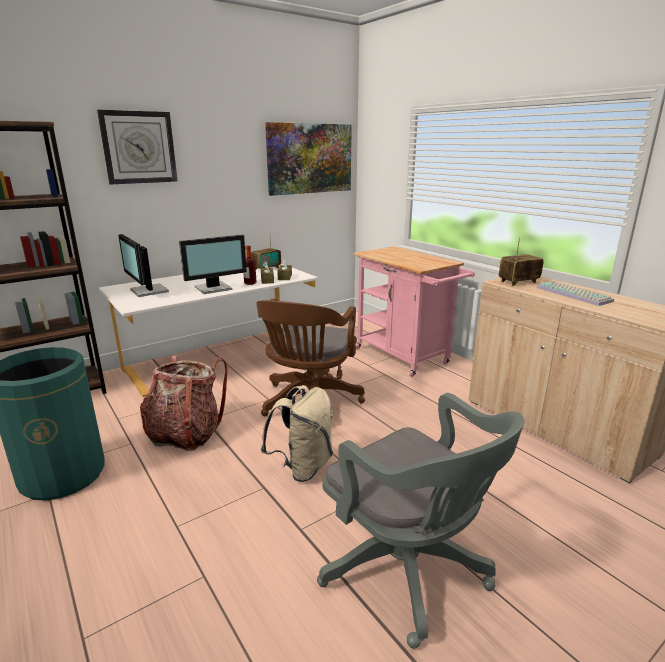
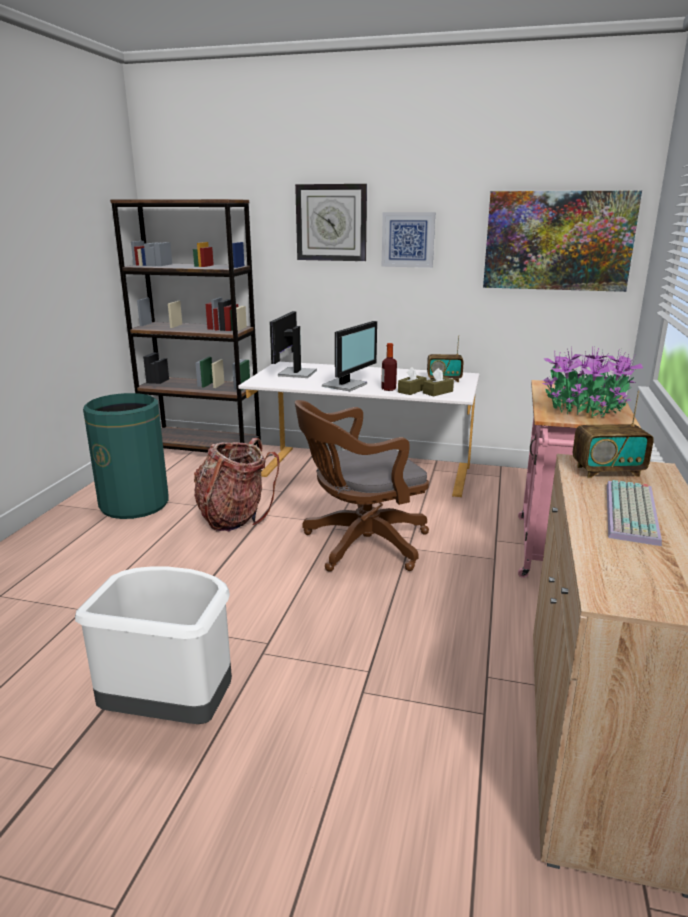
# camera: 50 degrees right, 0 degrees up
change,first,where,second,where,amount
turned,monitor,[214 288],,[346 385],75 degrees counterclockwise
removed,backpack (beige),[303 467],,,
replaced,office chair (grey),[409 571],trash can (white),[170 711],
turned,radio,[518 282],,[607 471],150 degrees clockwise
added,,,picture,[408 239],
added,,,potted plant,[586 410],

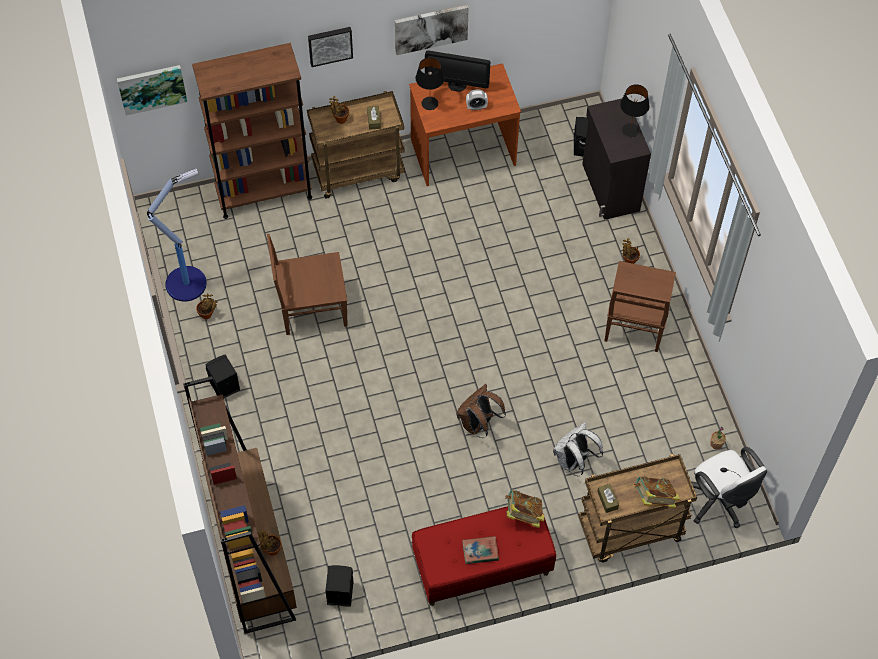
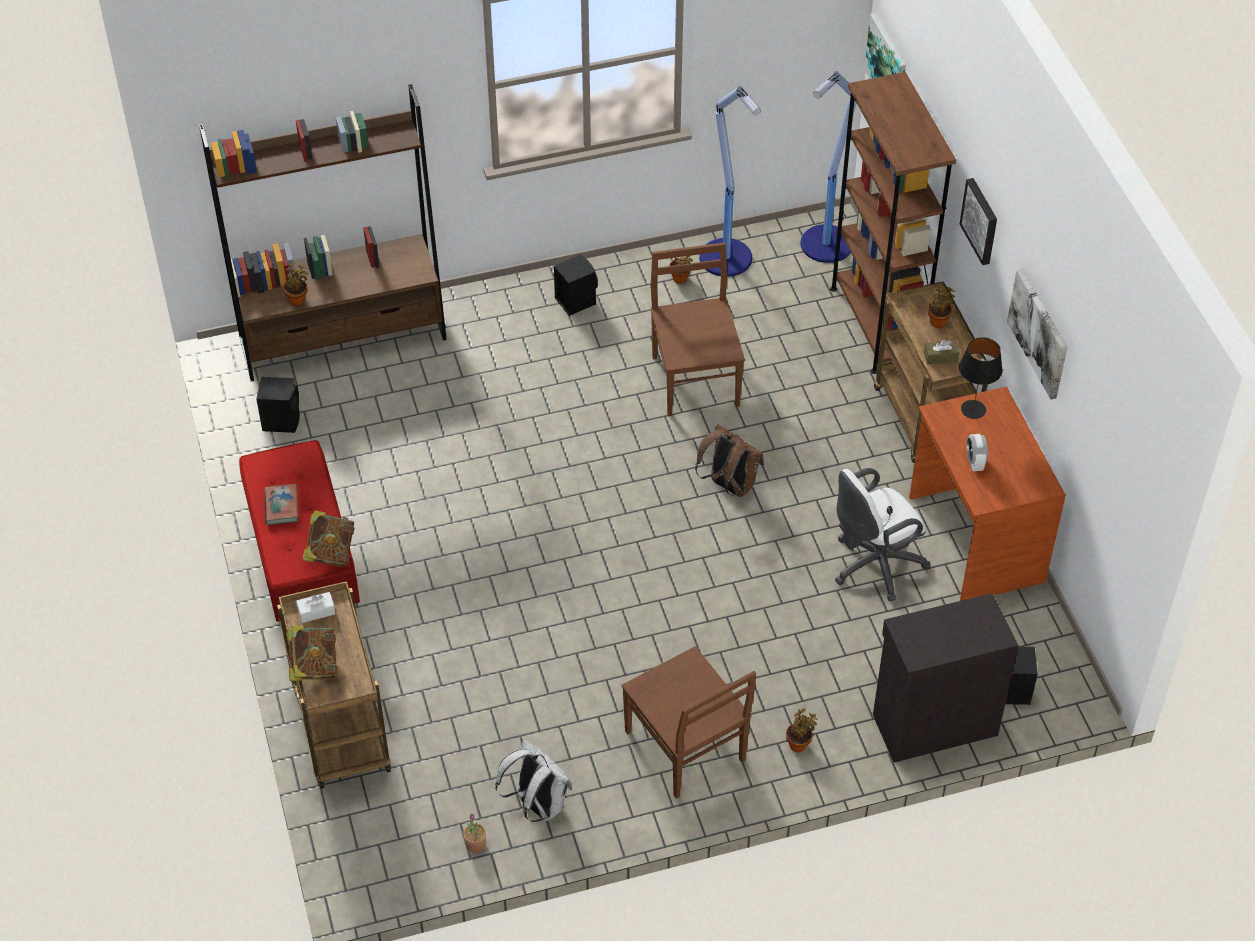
# camera: 90 degrees right, 10 degrees down
change,first,where,second,where,amount
removed,monitor,[457 85],,,
moved,backpack (brown),[478 424],,[729 485],
moved,backpack (white),[573 461],,[537 805],
recoloured,tissue box (brown),[607 500],tissue box (white),[316 611],
turned,chair (brown),[635 322],,[686 748],135 degrees counterclockwise
removed,table lamp (black),[630 130],,,
moved,office chair (white),[719 502],,[873 566],
added,,,floor lamp,[825 245],

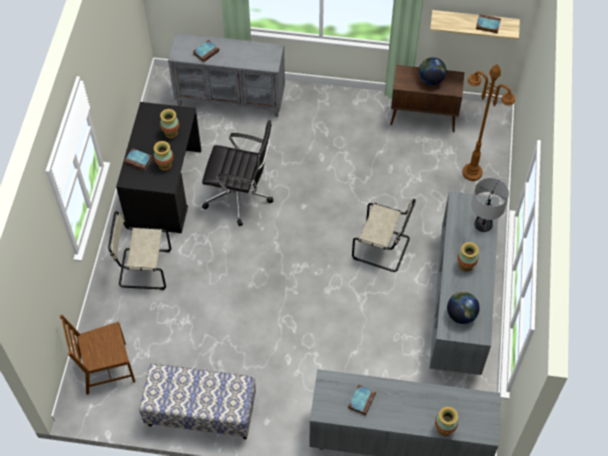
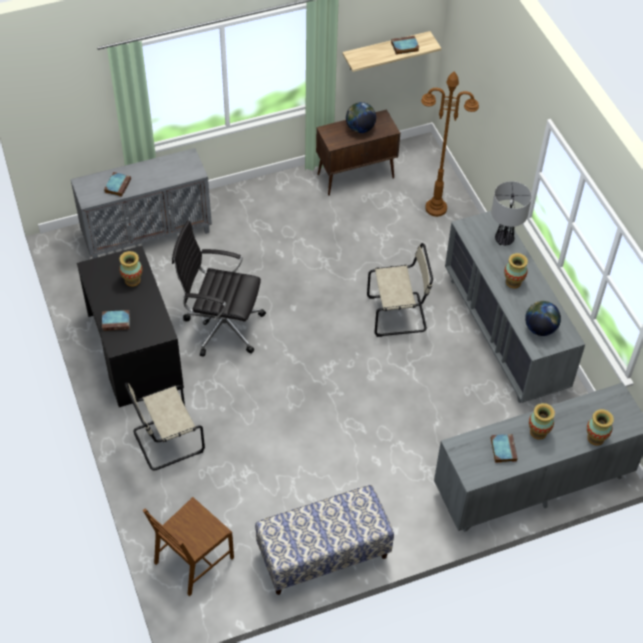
# camera: 30 degrees left, 5 degrees down
change,first,where,second,where,amount
moved,vase,[165 165],,[538 432],
turned,office chair (black),[240 196],,[221 326],150 degrees counterclockwise

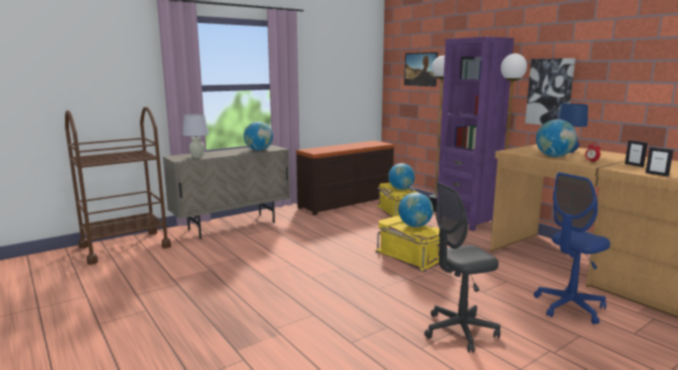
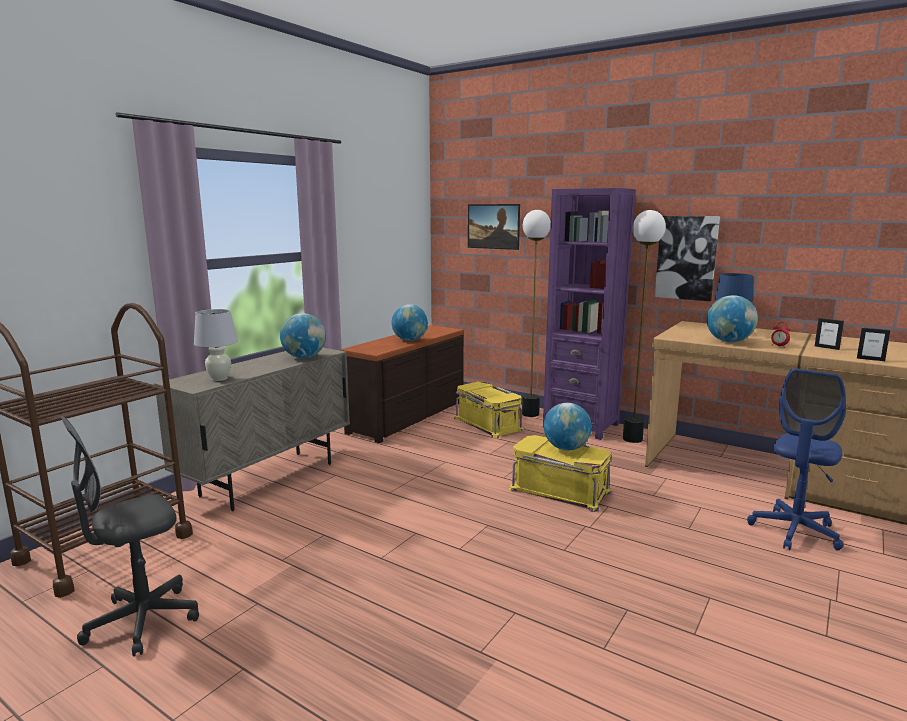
# camera: 20 degrees left, 0 degrees up
change,first,where,second,where,amount
moved,globe,[401 189],,[410 340],
moved,office chair (grey),[459 331],,[142 621],

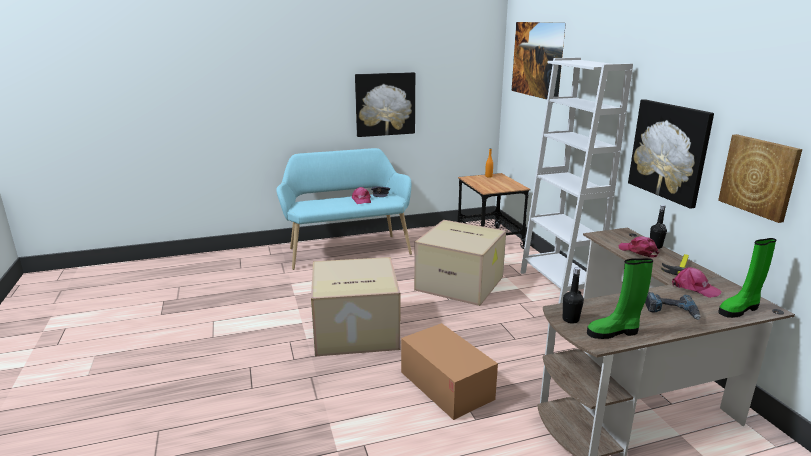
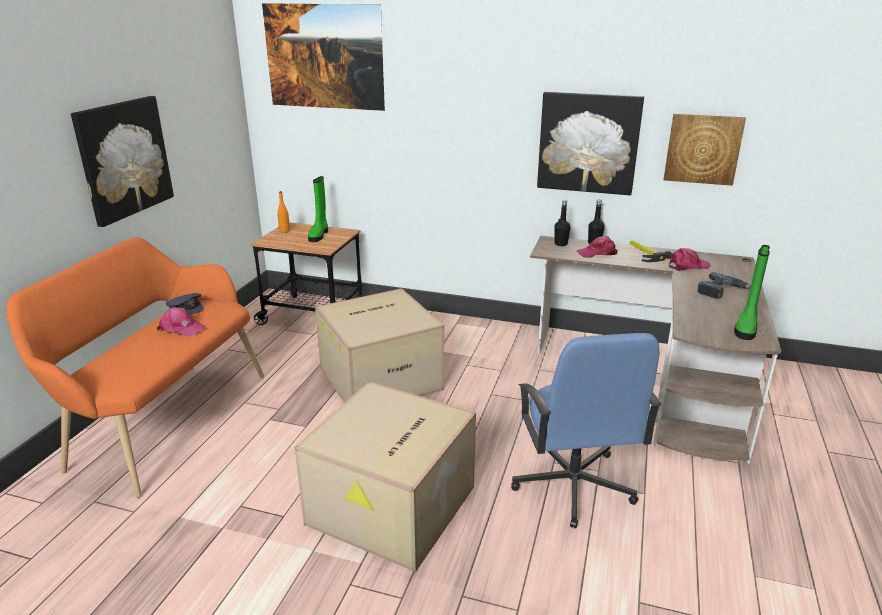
# camera: 55 degrees left, 5 degrees up
change,first,where,second,where,amount
recoloured,bench (turquoise),[347 250],bench (orange),[163 420],
replaced,cardboard box,[446 385],office chair (blue),[572 485],
removed,bookcase (white),[558 285],,,
moved,bottle (black),[570 319],,[561 244],
moved,boot (green),[739 310],,[319 235],

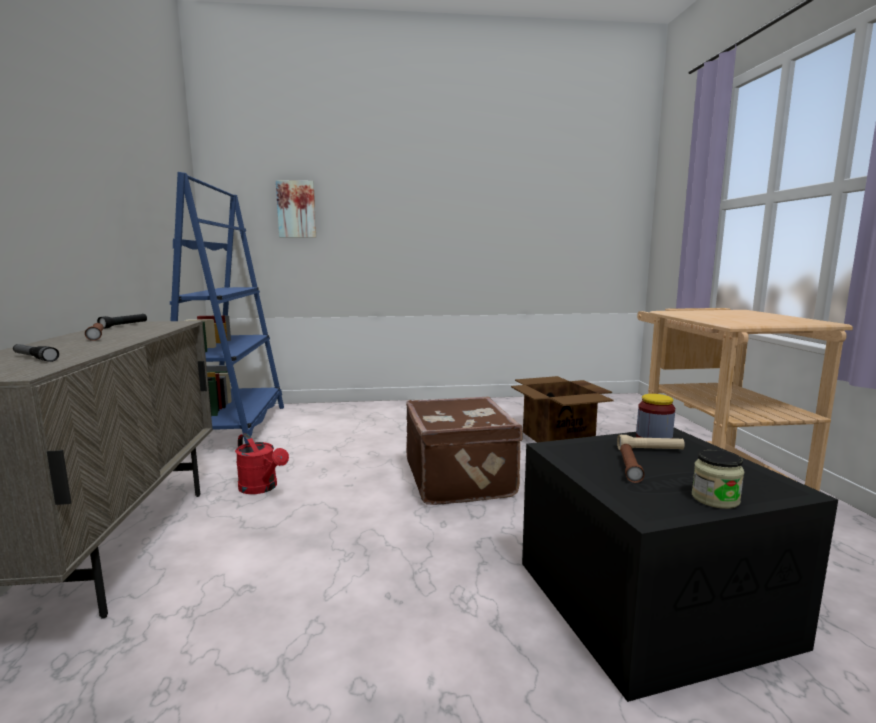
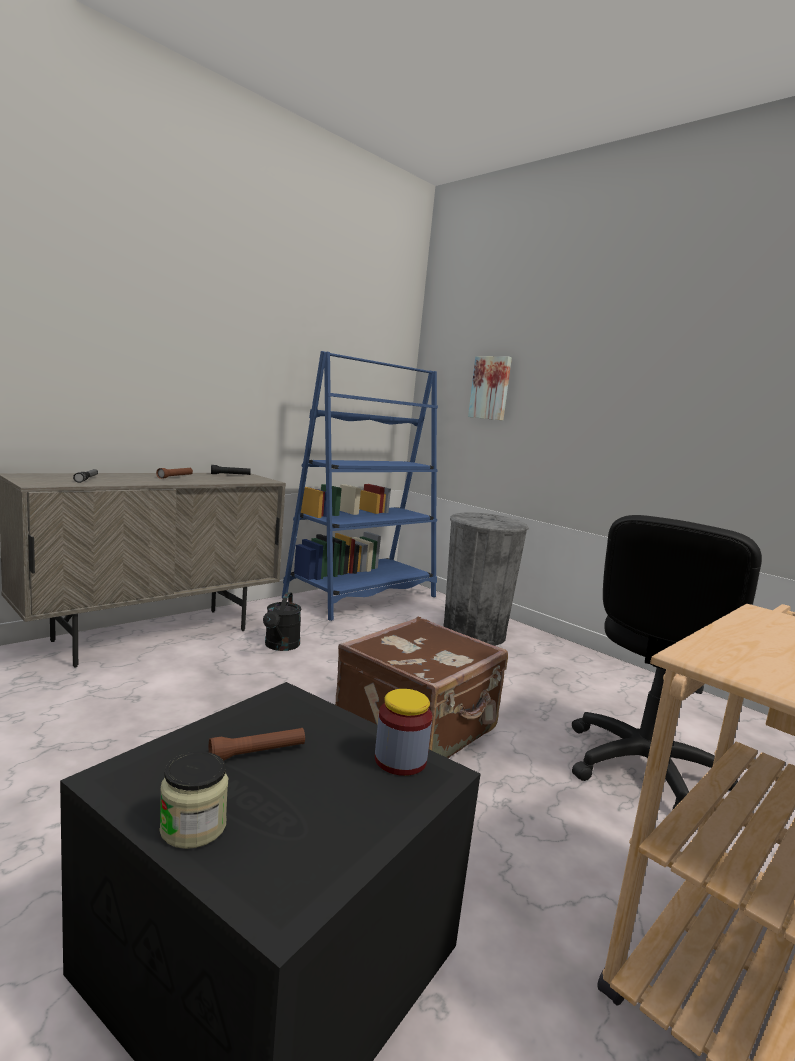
# camera: 50 degrees right, 0 degrees up
change,first,where,second,where,amount
recoloured,watering can (red),[262 488],watering can (black),[280 646],
replaced,cardboard box,[558 438],office chair (black),[642 767],
removed,flashlight (beige),[649 450],,,
added,,,trash can (grey),[474 633],

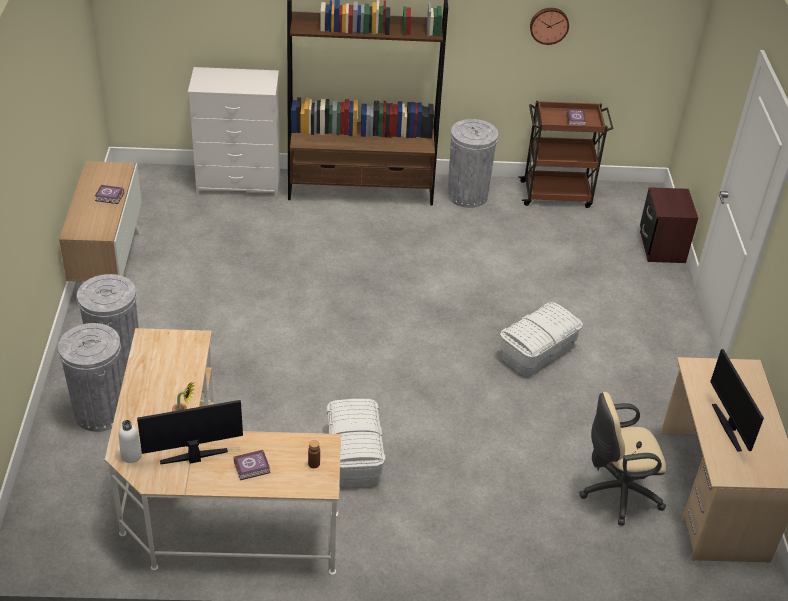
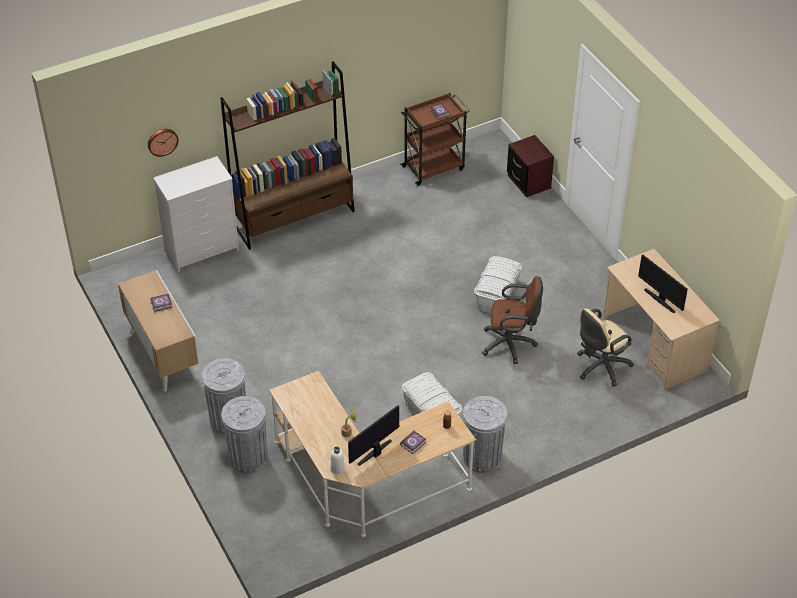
# camera: 25 degrees left, 5 degrees up
change,first,where,second,where,amount
moved,trash can (grey),[467 195],,[482 457],
moved,wall clock,[549 25],,[162 141],
added,,,office chair (brown),[511 344],

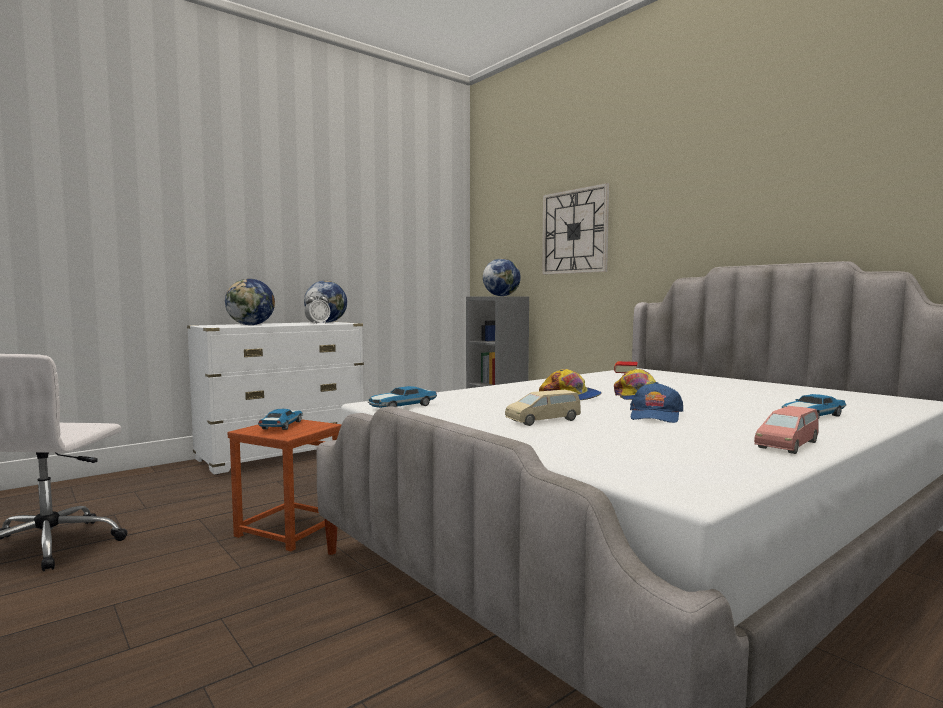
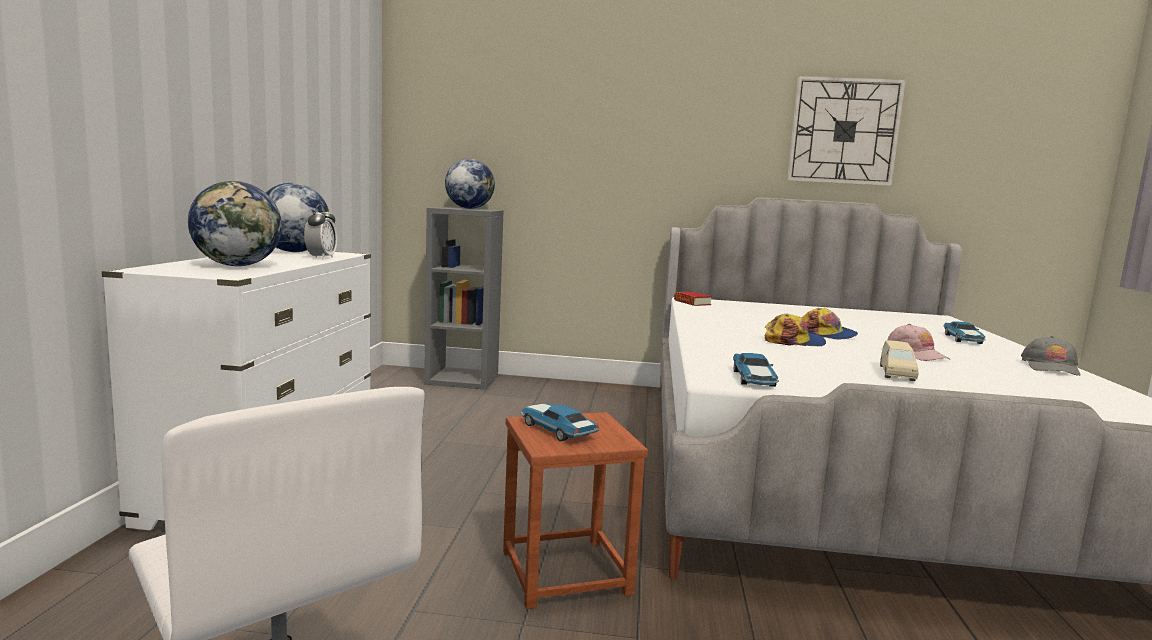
# camera: 45 degrees left, 5 degrees up
change,first,where,second,where,amount
moved,wall clock,[574 231],,[844 131],
recoloured,cap (blue),[655 416],cap (pink),[916 354],
replaced,toy car (pink),[787 445],cap (grey),[1051 367],

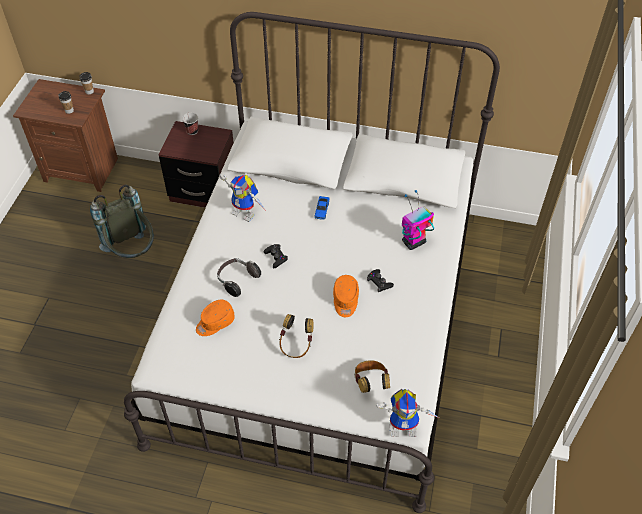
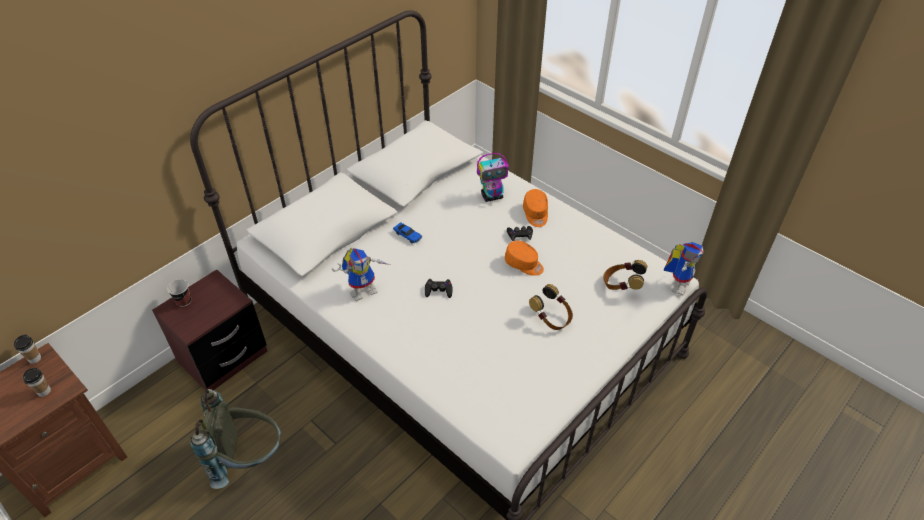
# camera: 60 degrees left, 5 degrees down
change,first,where,second,where,amount
moved,cap (orange),[215 323],,[535 214],
removed,headphones,[237 280],,,
turned,toy robot,[413 242],,[492 196],105 degrees counterclockwise

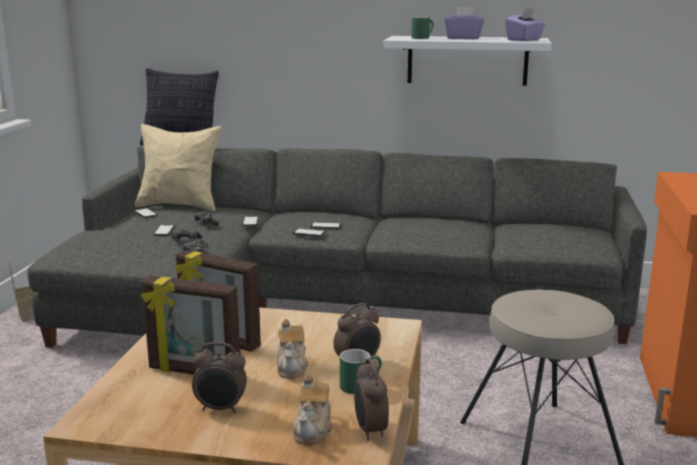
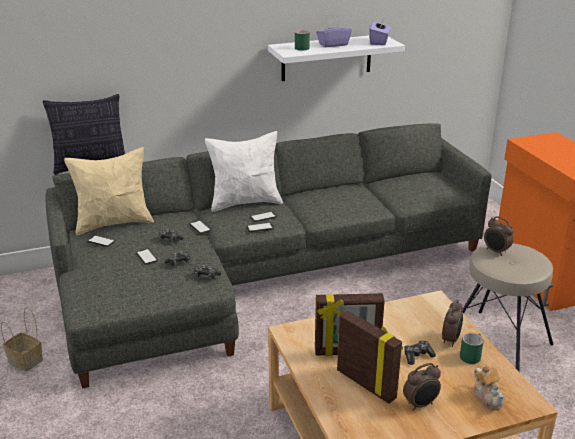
# camera: 30 degrees left, 10 degrees up
change,first,where,second,where,amount
turned,picture frame,[194 372],,[367 383],120 degrees counterclockwise
replaced,teapot,[292 367],game controller,[417 356],
moved,alarm clock,[369 430],,[496 251],
added,,,pillow (white),[245 202],

